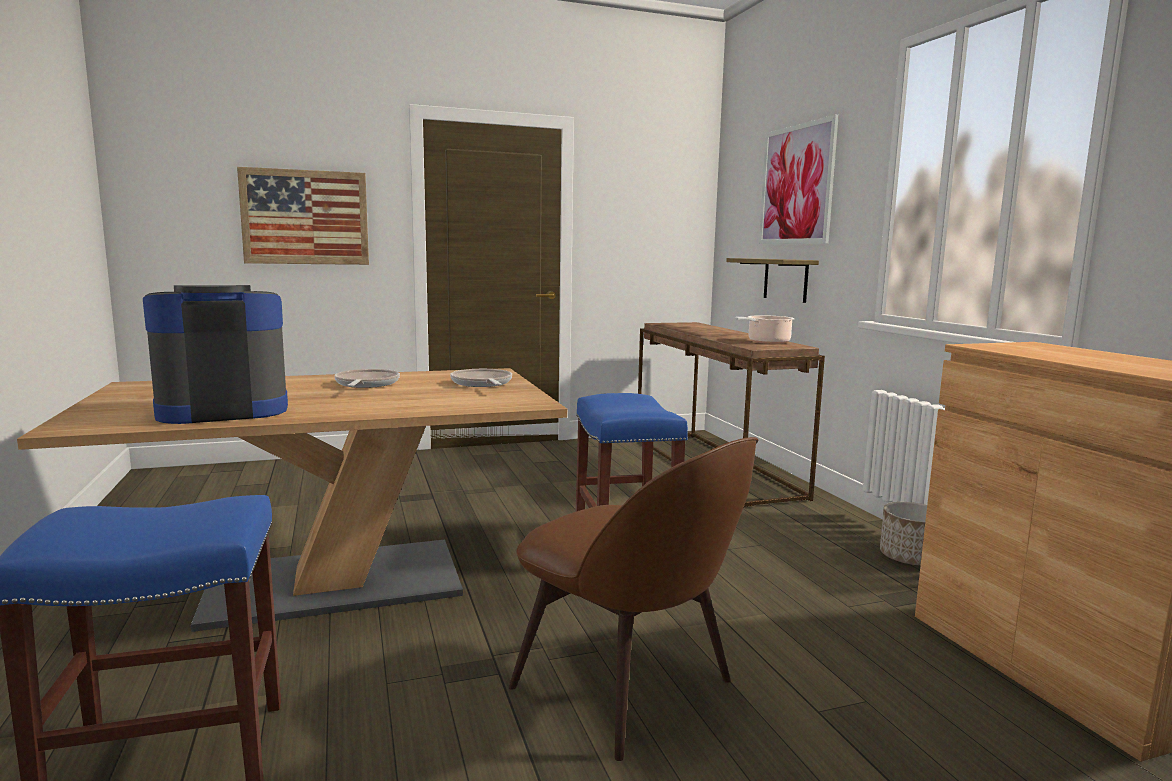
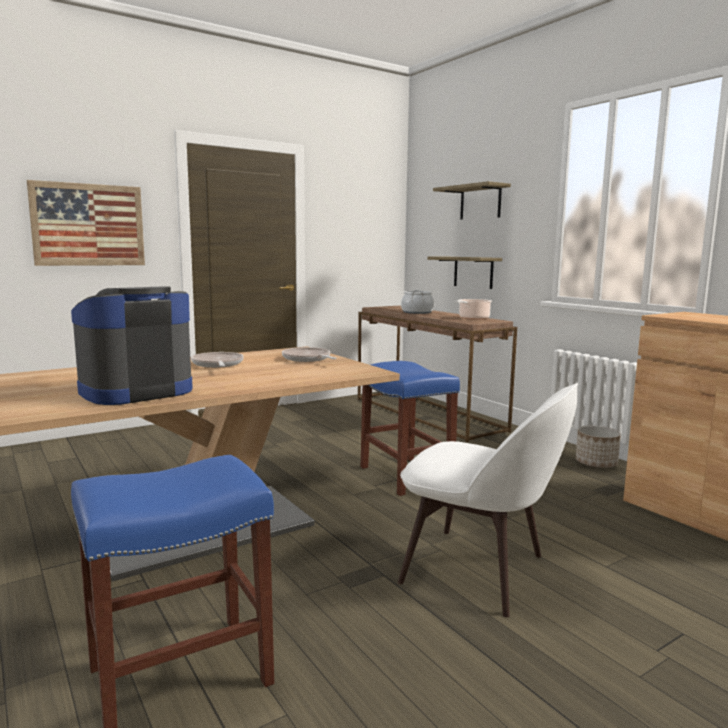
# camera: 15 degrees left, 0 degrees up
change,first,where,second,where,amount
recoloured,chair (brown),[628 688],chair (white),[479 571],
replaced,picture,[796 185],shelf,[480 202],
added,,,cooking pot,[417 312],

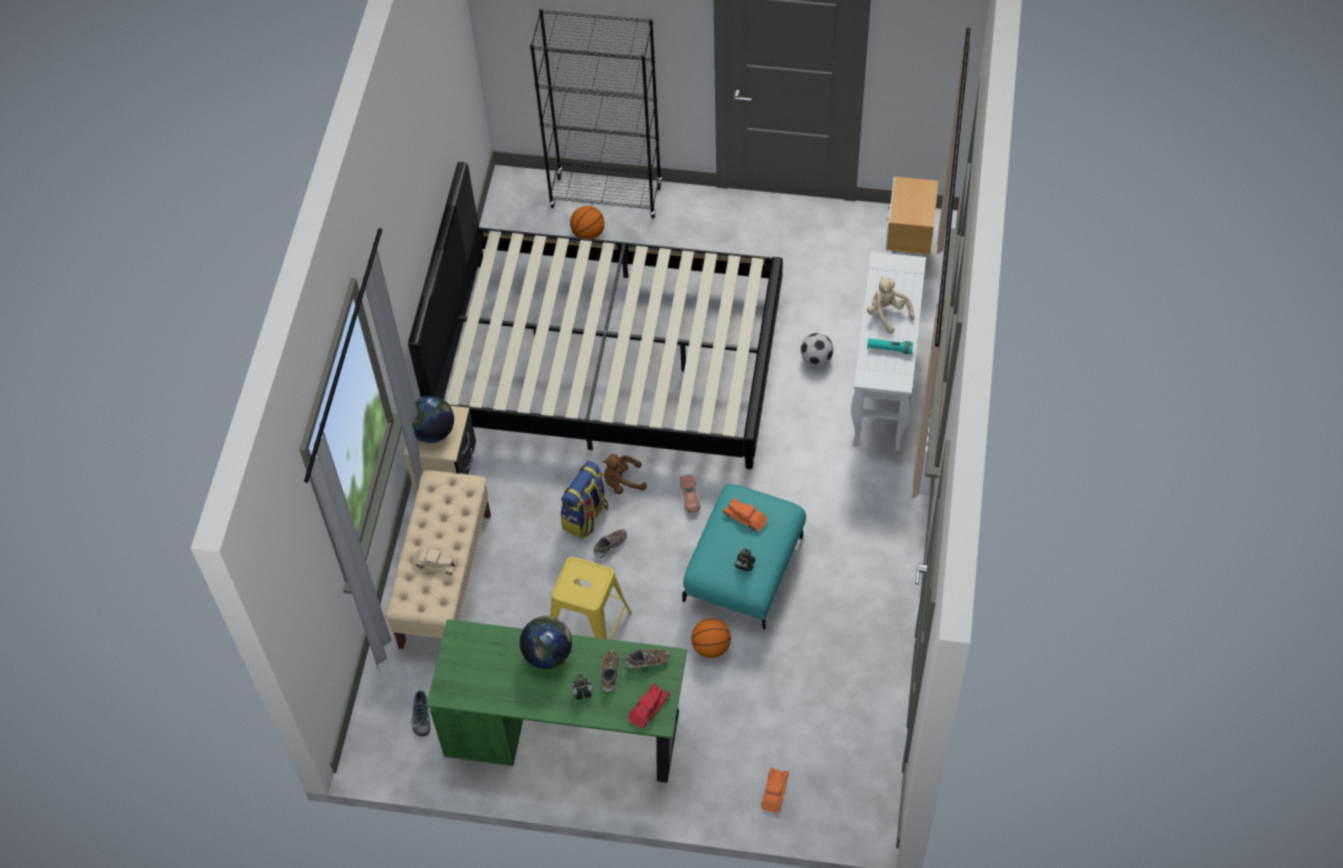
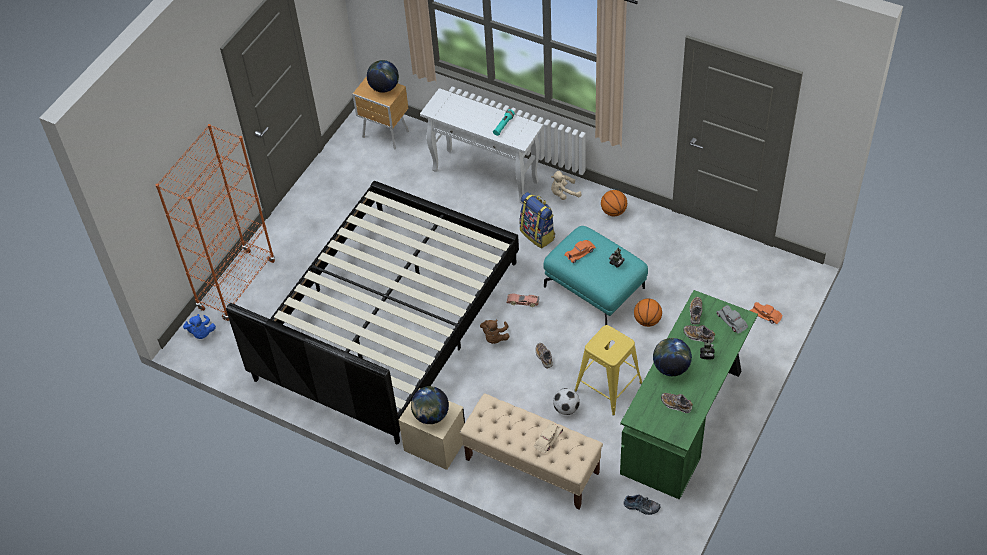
# camera: 70 degrees left, 5 degrees down
change,first,where,second,where,amount
recoloured,bookcase (black),[606 197],bookcase (orange),[237 285],
moved,backpack,[586 517],,[538 234],
moved,basketball,[588 233],,[613 211],
recoloured,toy car (red),[648 708],toy car (grey),[732 321],
moved,football,[816 359],,[566 408],
moved,plush toy (beige),[887 314],,[563 193],
added,,,plush toy (blue),[201 333],
added,,,globe,[384 87],
added,,,shoe,[676 405],

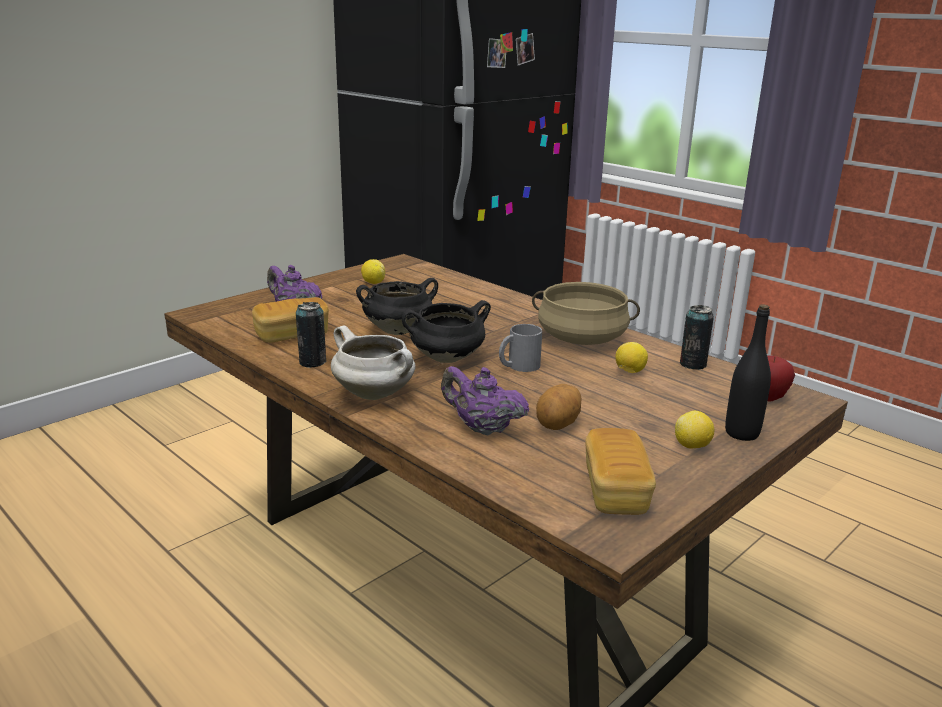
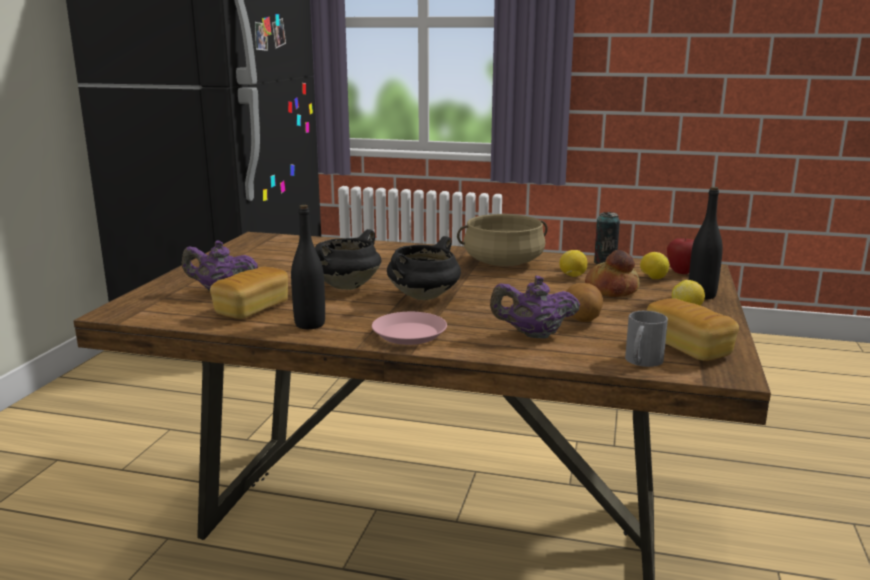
# camera: 30 degrees left, 5 degrees down
change,first,where,second,where,amount
replaced,can,[312 362],bottle (black),[310 324],
replaced,cooking pot (white),[376 394],plate (pink),[409 333],
moved,lemon,[373 283],,[653 278],
moved,mug (grey),[518 366],,[641 362],
added,,,bread,[611 290],

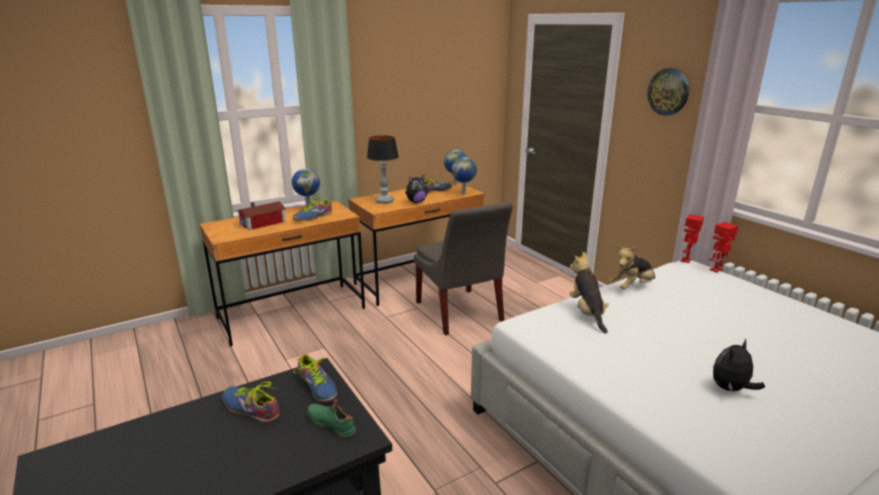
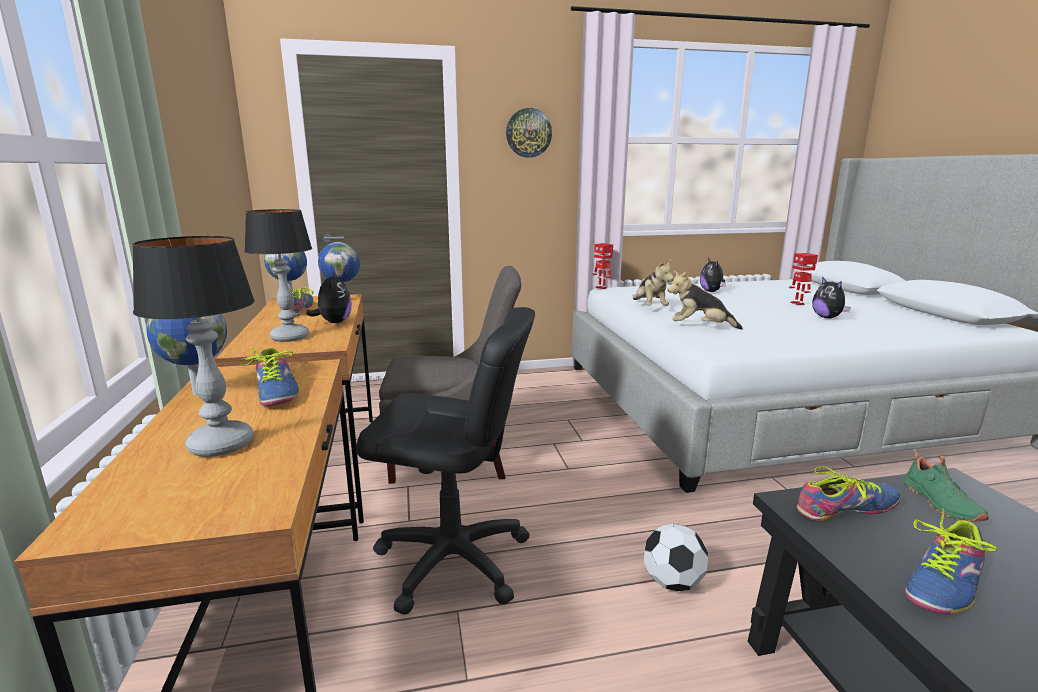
# camera: 70 degrees left, 5 degrees down
change,first,where,second,where,amount
replaced,toy house,[264 222],table lamp,[222 444],
turned,shoe (green),[332 423],,[939 503],60 degrees counterclockwise
moved,toy robot,[716 270],,[798 303],
added,,,office chair (black),[453 561],
added,,,football,[672 582],
added,,,plush toy,[711 291],

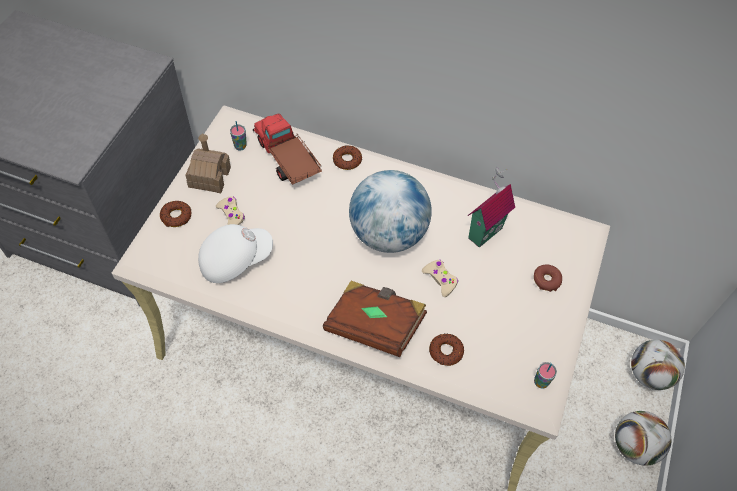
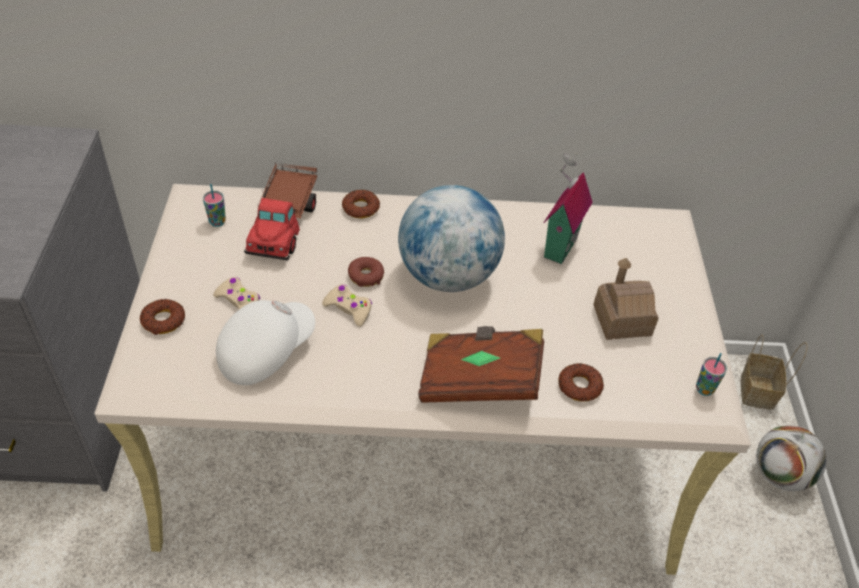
# camera: 20 degrees left, 10 degrees down
change,first,where,second,where,amount
moved,toy house,[209 177],,[622 320],
turned,toy truck,[287 159],,[284 223],120 degrees counterclockwise
moved,game controller (beige),[440 279],,[349 309],
moved,donut,[546 280],,[366 276],
replaced,football,[649 374],basket,[758 393],

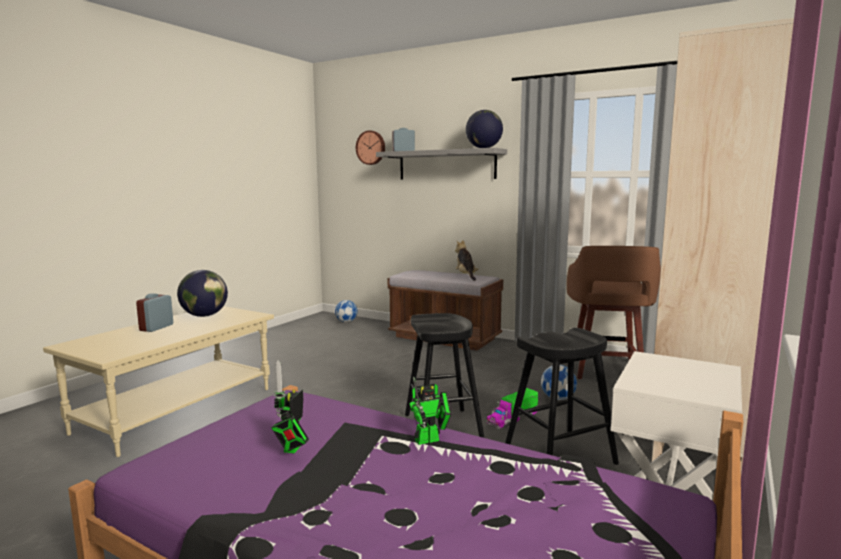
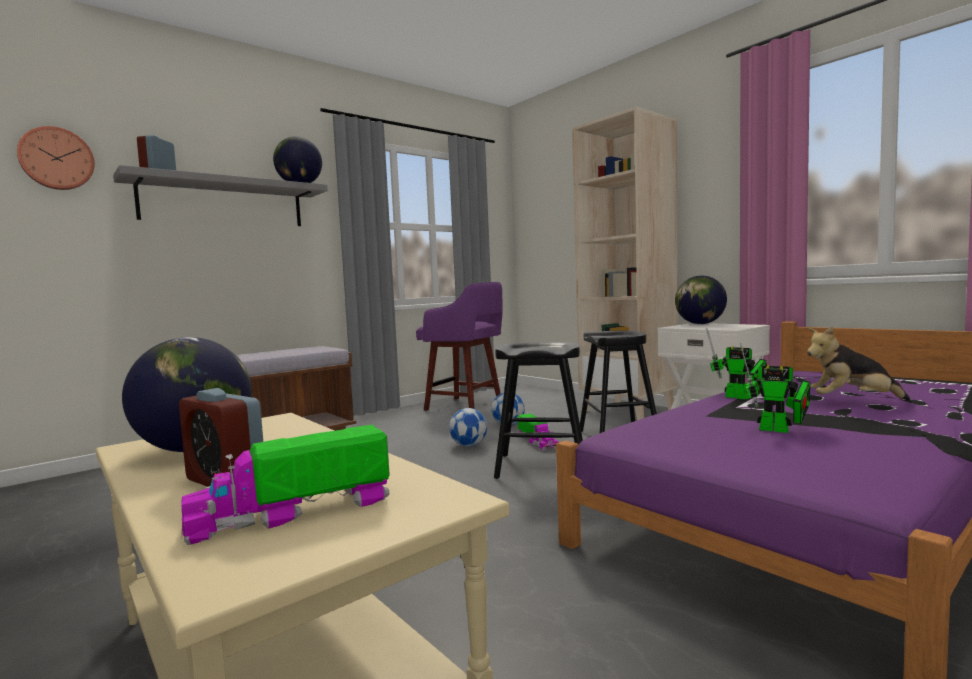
# camera: 70 degrees left, 5 degrees down
change,first,where,second,where,amount
moved,football,[346 322],,[469 445],
turned,toy robot,[430 439],,[740 397],135 degrees clockwise
moved,plush toy,[466 276],,[852 401],
recoloured,stool (brown),[606 371],stool (purple),[466 406],
added,,,toy truck,[292 513],
added,,,globe,[700 324],

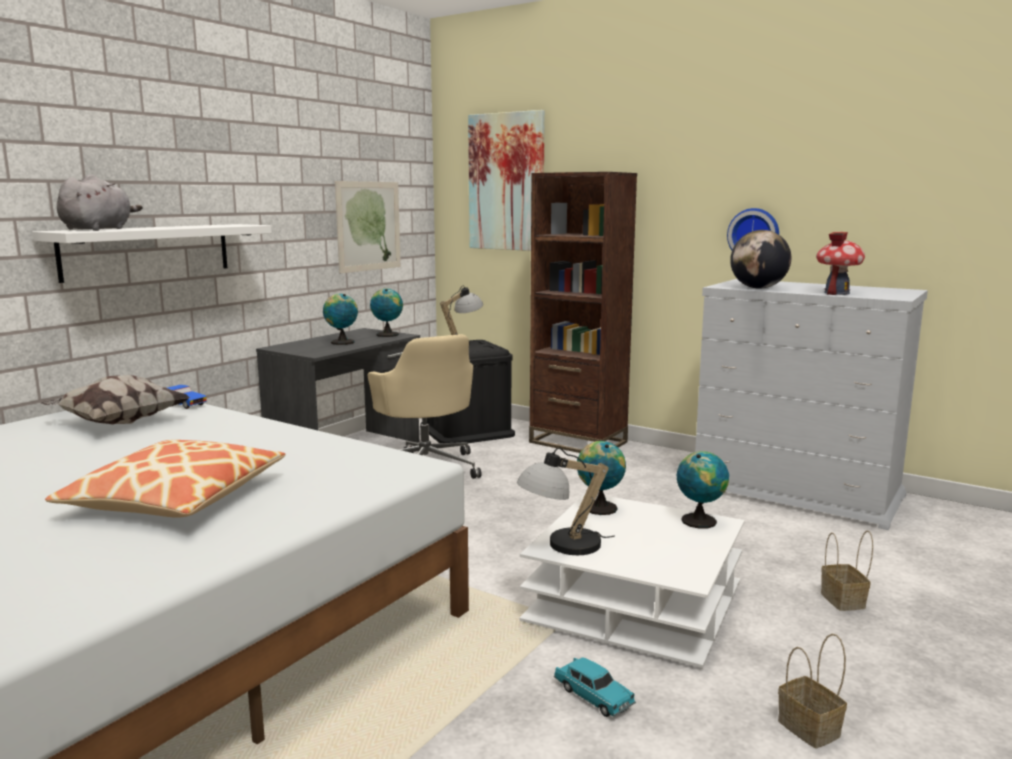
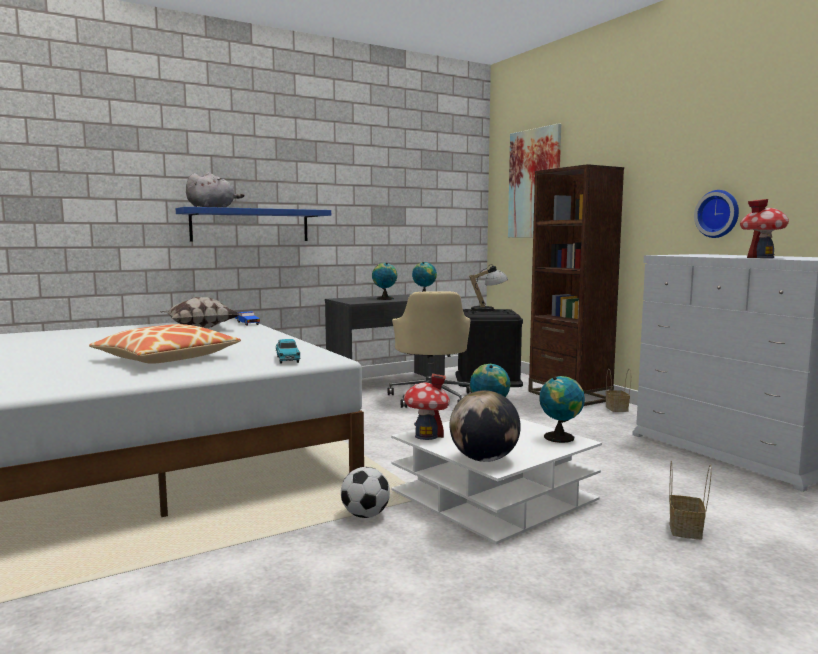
# camera: 25 degrees right, 5 degrees down
change,first,where,second,where,amount
recoloured,shelf (white),[148 251],shelf (blue),[250 225],
removed,picture,[368 226],,,
replaced,table lamp,[561 546],toy house,[426 436],
moved,toy car (turquoise),[593 696],,[287 359],
moved,globe,[758 288],,[484 459],
moved,basket,[811 729],,[617 409],
added,,,football,[365 515],

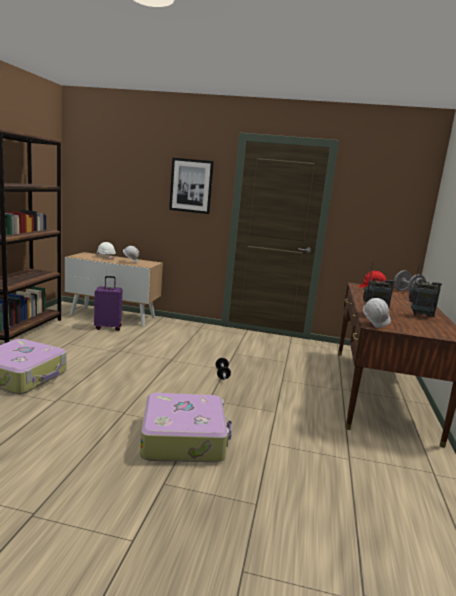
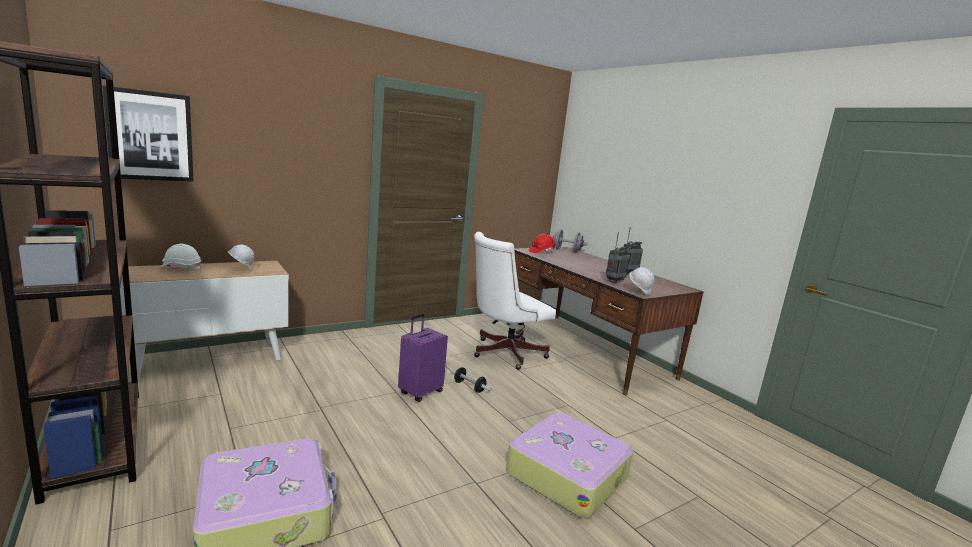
# camera: 45 degrees left, 0 degrees up
change,first,where,second,where,amount
moved,suitcase (purple),[108 327],,[420 392],
moved,picture,[191 186],,[150 136],
added,,,office chair (white),[503 353],

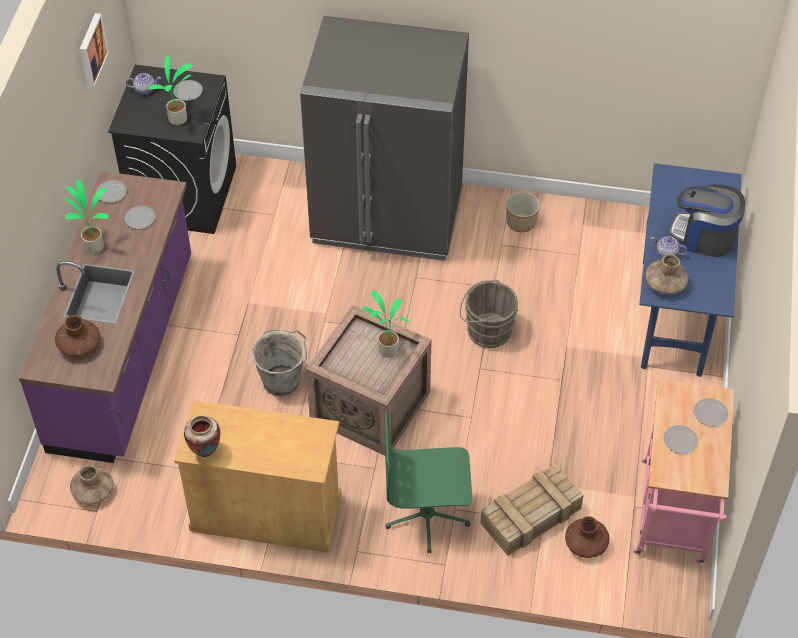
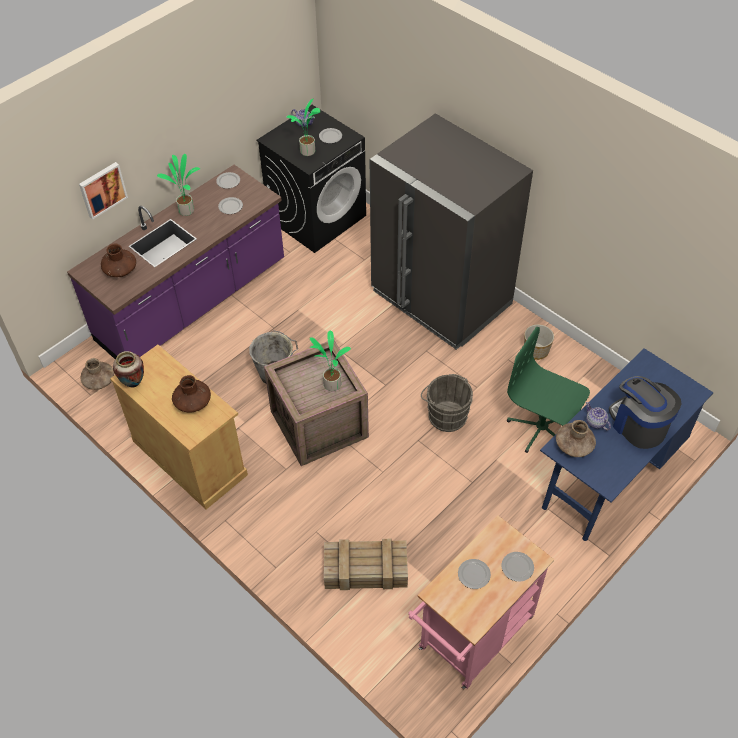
# camera: 35 degrees right, 0 degrees up
change,first,where,second,where,amount
moved,picture,[91 50],,[102 189],
moved,office chair (green),[427 515],,[541 428],
moved,vase (brown),[586 544],,[192 402],

